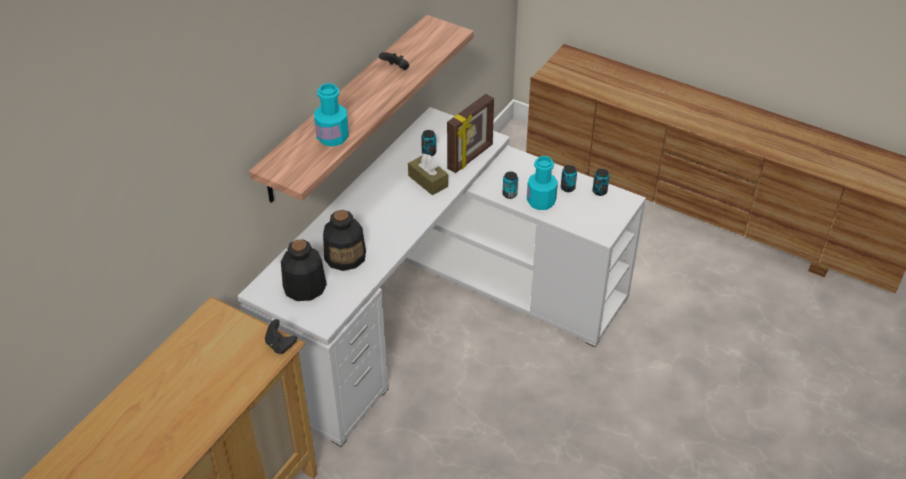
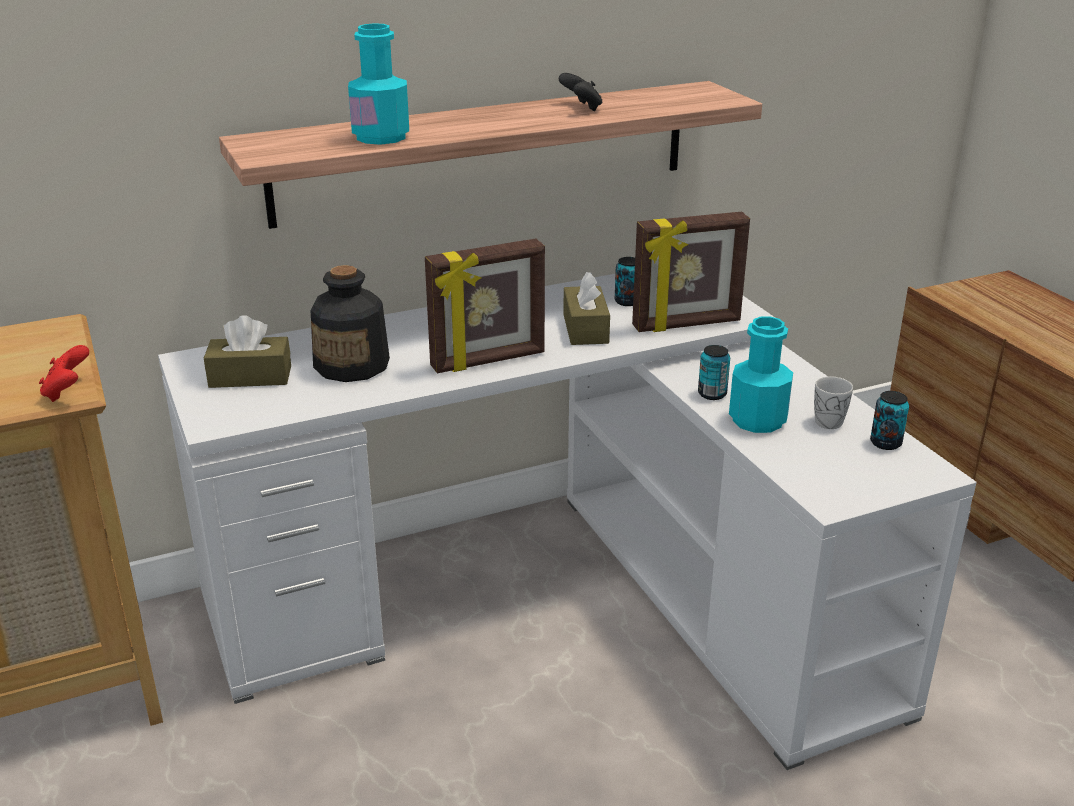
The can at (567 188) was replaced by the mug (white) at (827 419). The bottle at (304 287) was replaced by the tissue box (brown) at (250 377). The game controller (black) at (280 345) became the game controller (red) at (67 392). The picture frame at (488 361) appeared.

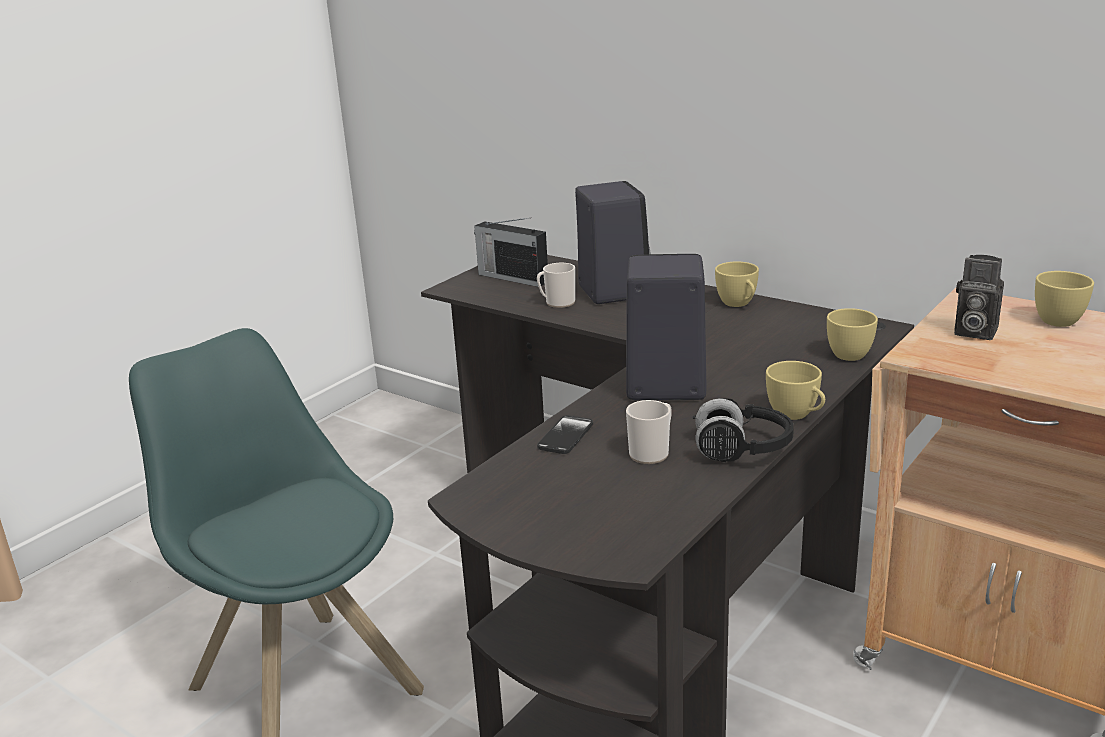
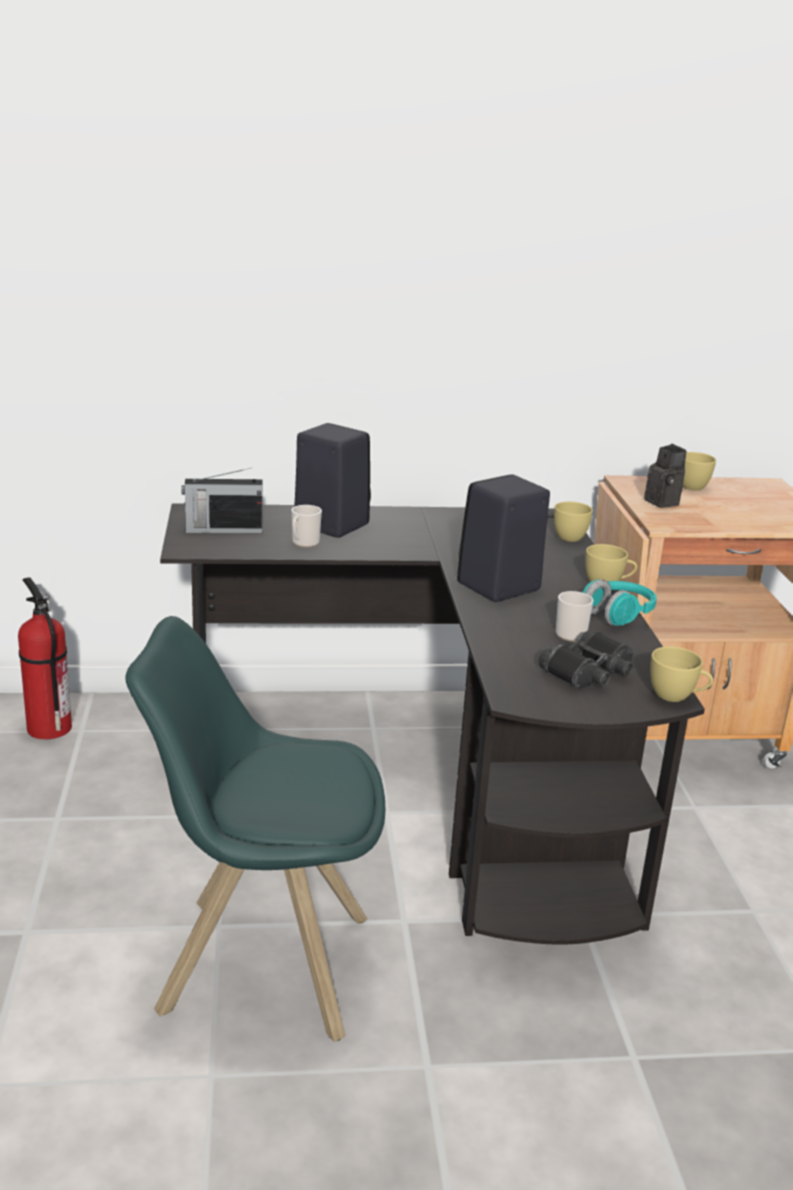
The photo camera at (972 332) turned 105 degrees counterclockwise. The cup (yellow) moved from (738 304) to (677 697). The headphones (black) at (742 450) became the headphones (turquoise) at (617 615). The phone at (565 436) disappeared. The fire extinguisher at (48 727) appeared. The binoculars (black) at (589 672) appeared.

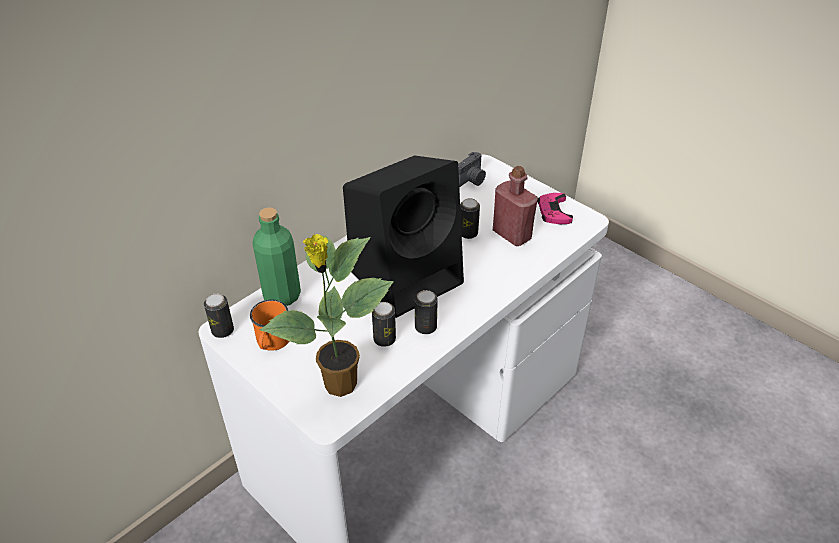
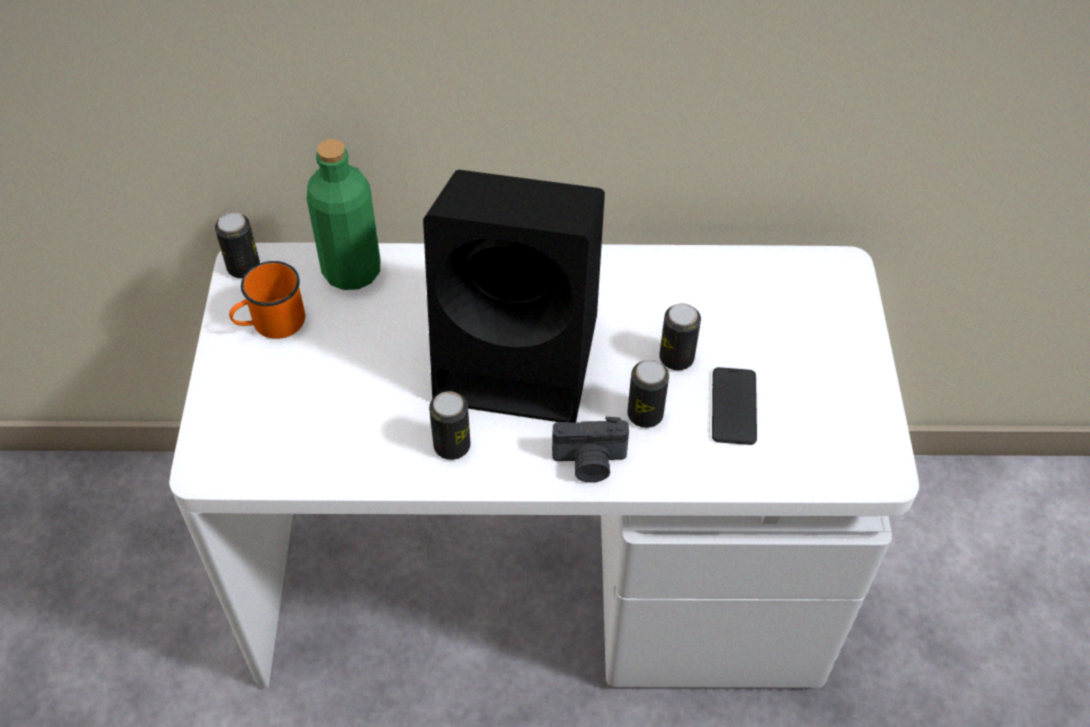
The photo camera moved from (471 180) to (589 463). The bottle (red) at (511 235) was replaced by the phone at (733 406). The game controller (pink) at (553 212) disappeared. The potted plant at (339 385) disappeared. The can moved from (384 339) to (645 414).

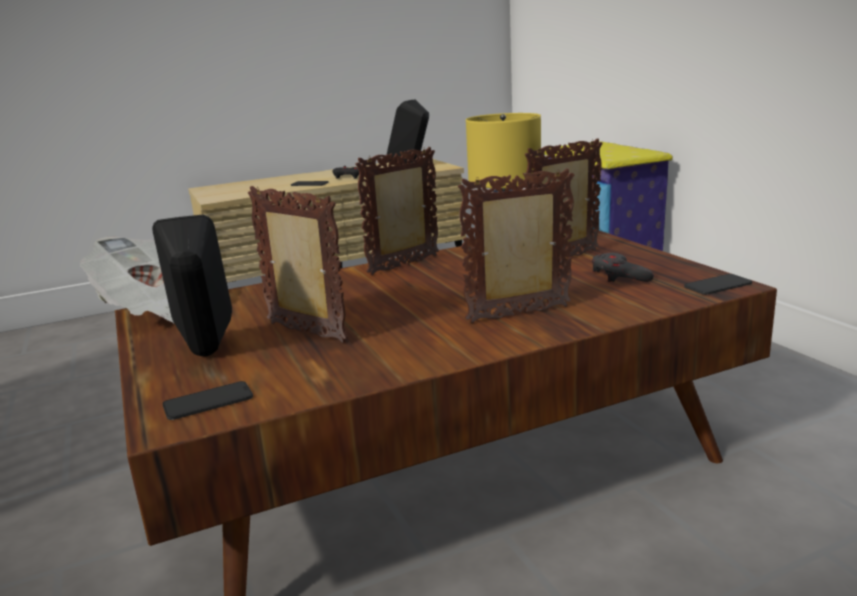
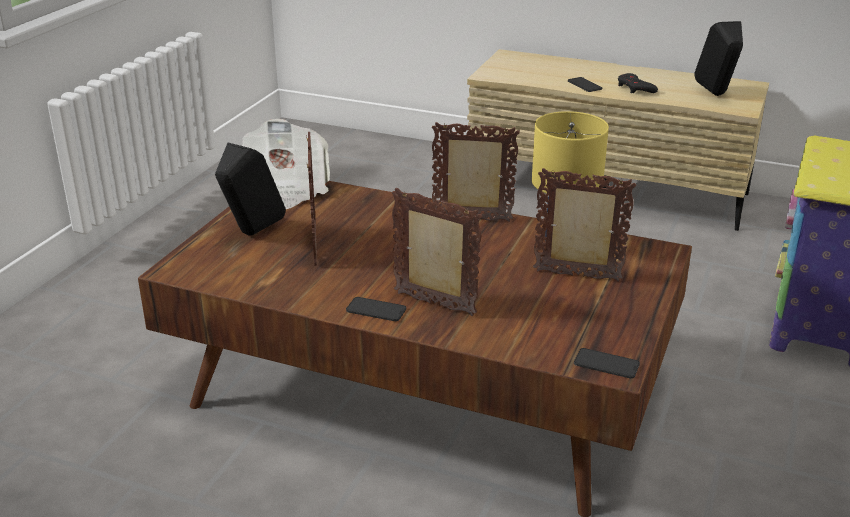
The game controller (grey) at (619 275) disappeared. The phone moved from (208 401) to (376 310).

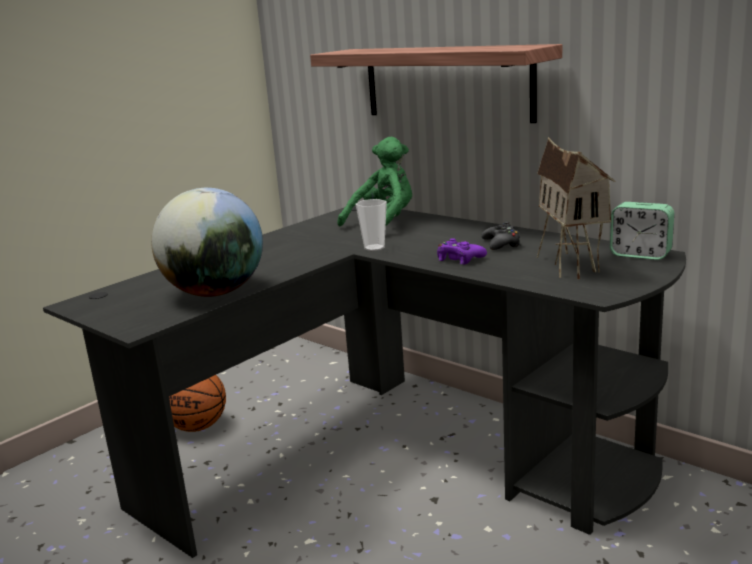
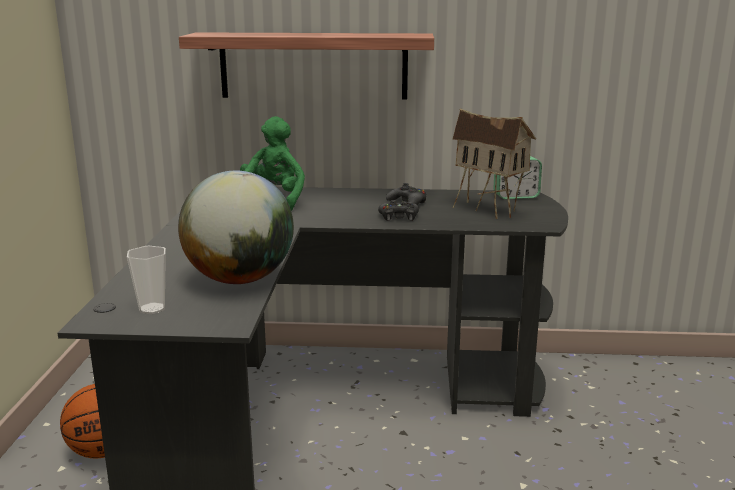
The cup moved from (374 248) to (152 309). The game controller (purple) at (459 259) became the game controller (black) at (398 217).

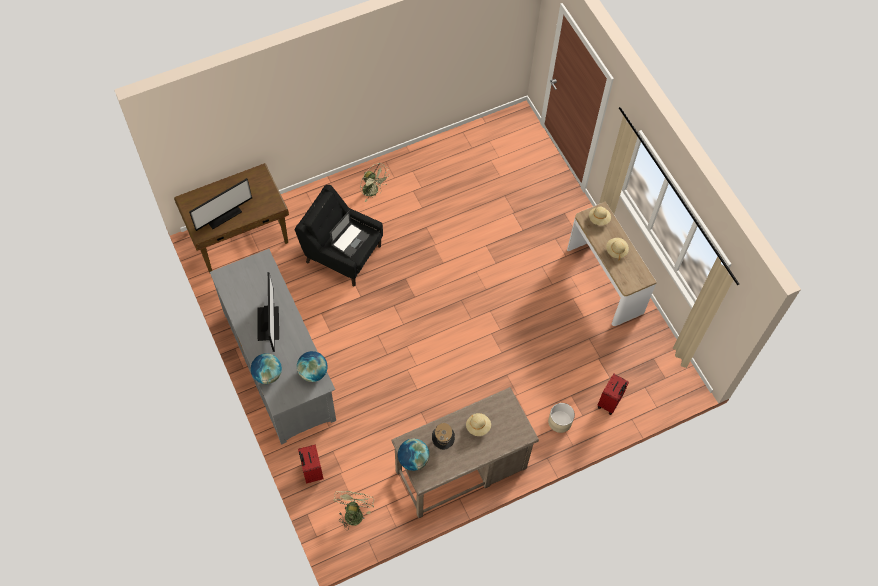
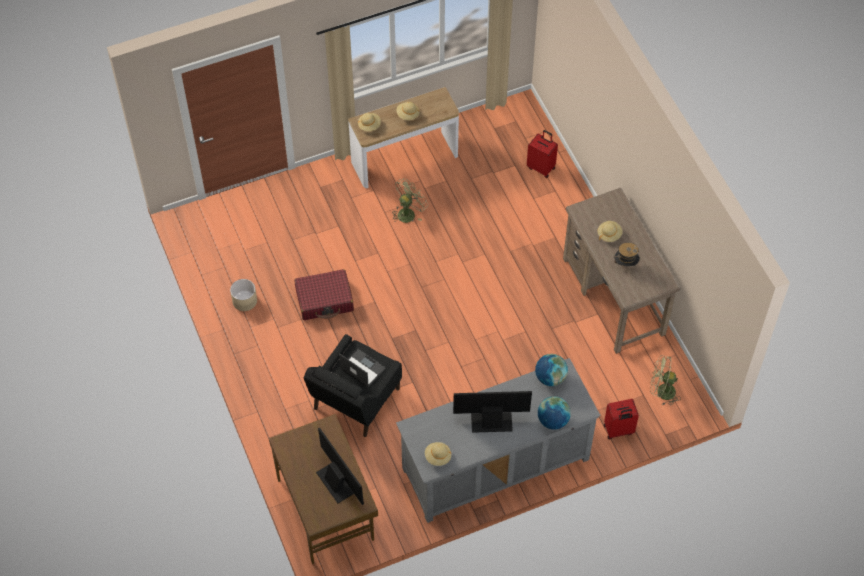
The fan (green) moved from (373 191) to (408 212). The planter (beige) moved from (560 421) to (244 300). The globe at (413 459) disappeared. The suitcase (red) at (324 300) appeared. The hat (beige) at (437 457) appeared.

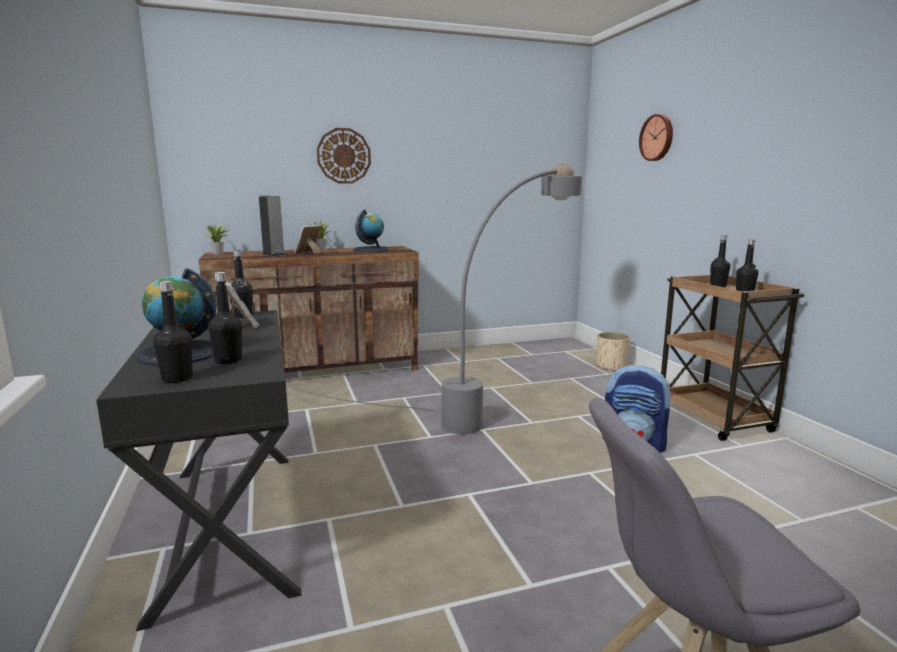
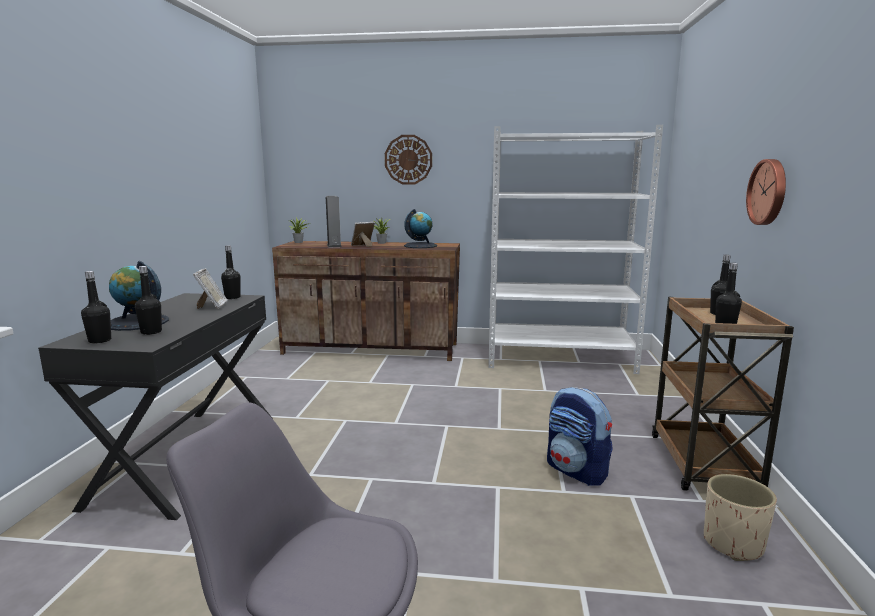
The wall clock moved from (657 138) to (769 192). The floor lamp (grey) at (477 406) disappeared. The planter (beige) moved from (611 366) to (733 544). The bookcase (white) at (559 358) appeared.

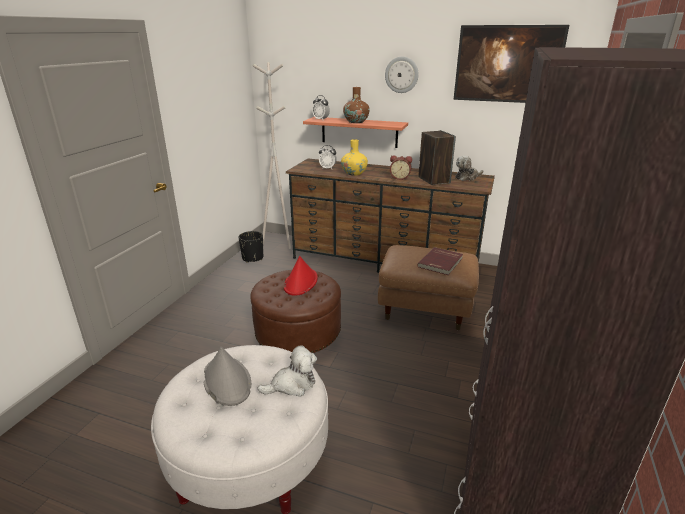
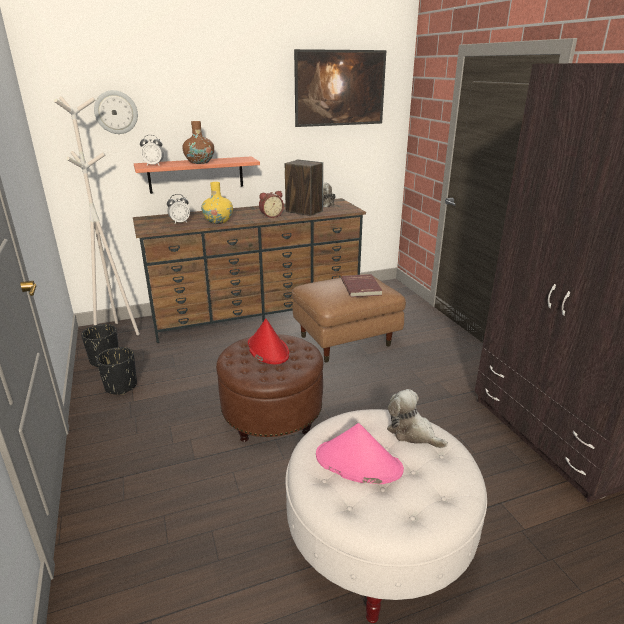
The wall clock moved from (401 75) to (116 112). The plush toy at (292 384) turned 75 degrees counterclockwise. The hat (grey) at (226 381) became the hat (pink) at (358 463). The planter (black) at (121 386) appeared.

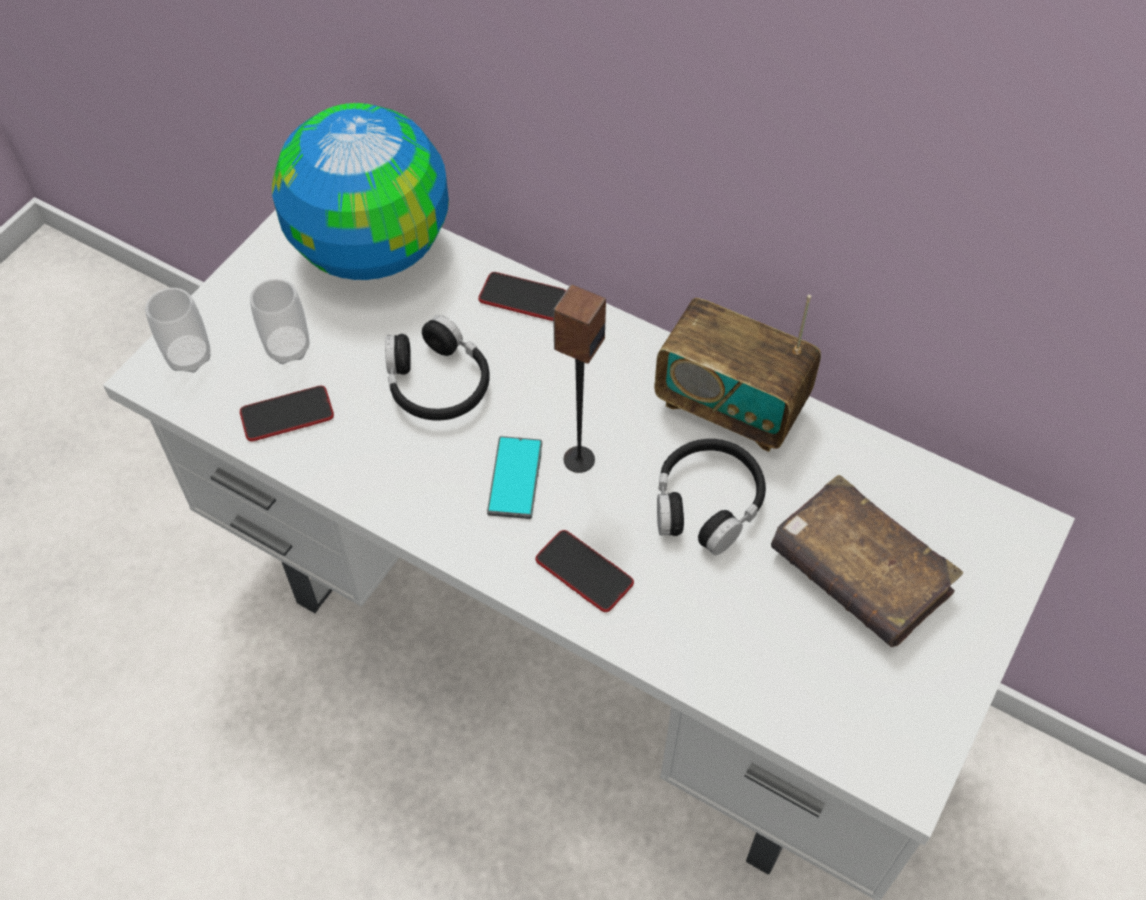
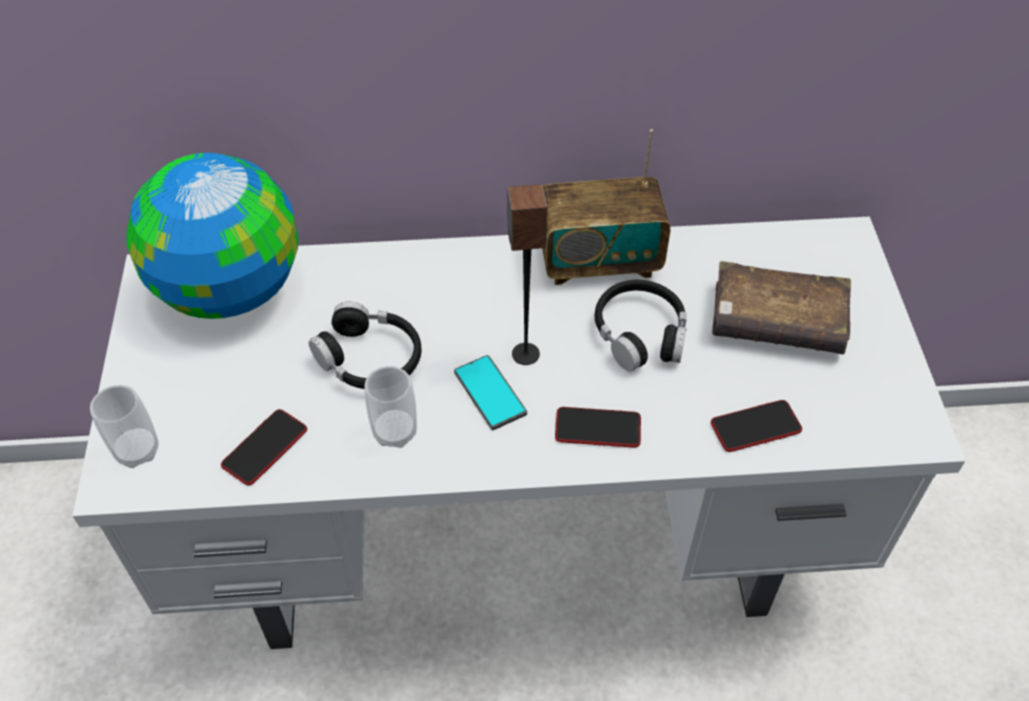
The phone moved from (523 297) to (755 427). The cup moved from (288 348) to (395 432).

